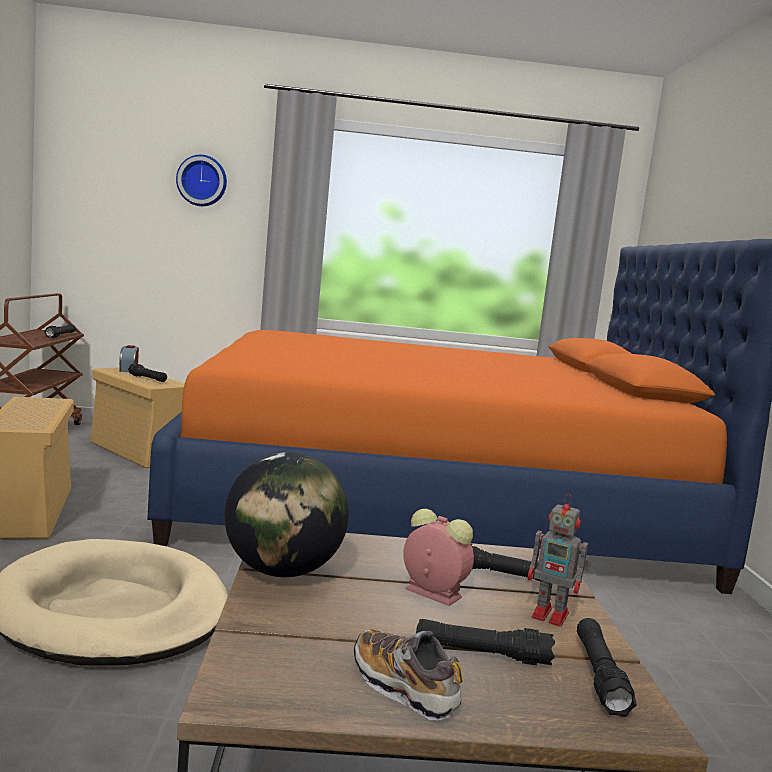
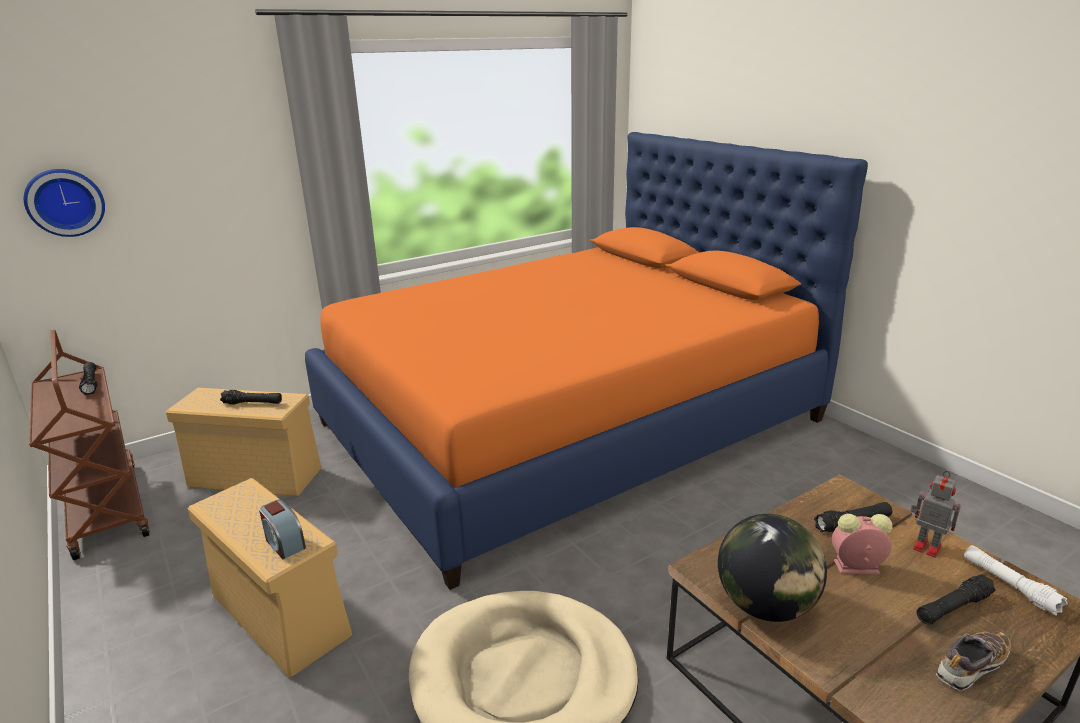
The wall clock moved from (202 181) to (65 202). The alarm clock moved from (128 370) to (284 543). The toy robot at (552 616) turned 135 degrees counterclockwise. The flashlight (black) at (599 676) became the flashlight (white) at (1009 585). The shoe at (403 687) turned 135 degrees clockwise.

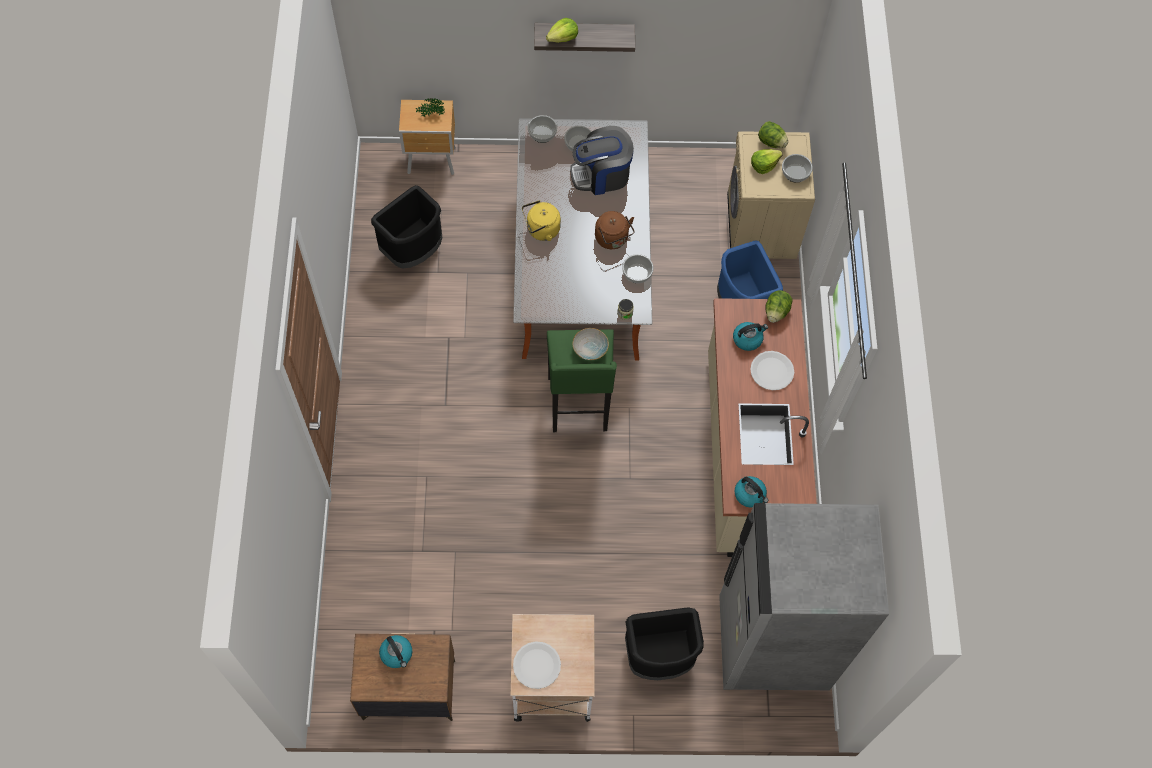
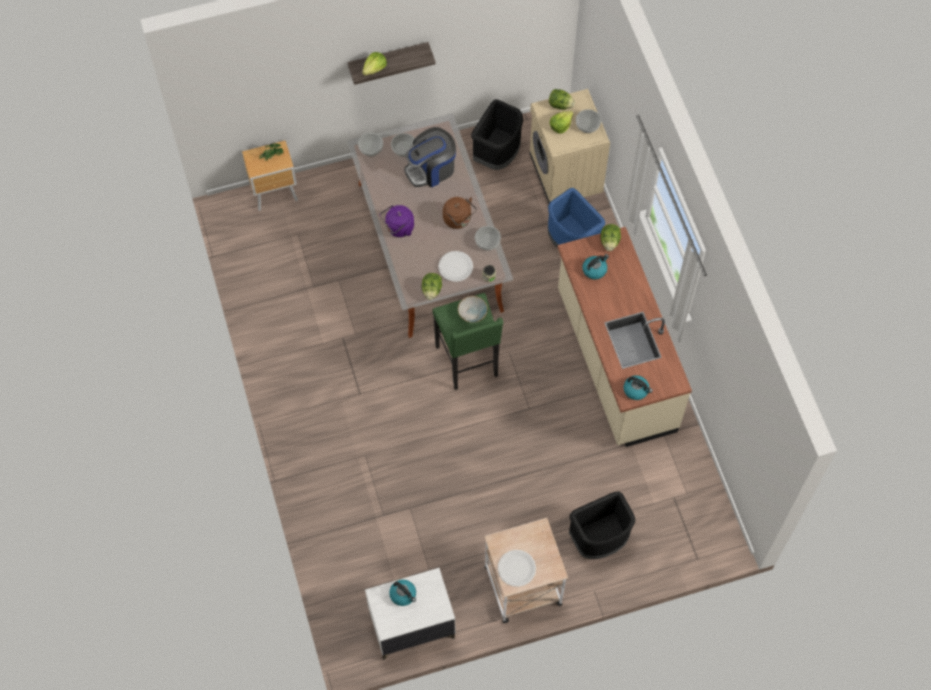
The trash can (black) moved from (413 251) to (497 155). The kettle (yellow) at (541 230) became the kettle (purple) at (398 228). The plate (white) moved from (772 371) to (455 267). The fridge (grey) at (773 643) disappeared. The nightstand (brown) at (408 690) became the nightstand (white) at (411 626). The lettuce at (431 290) appeared.

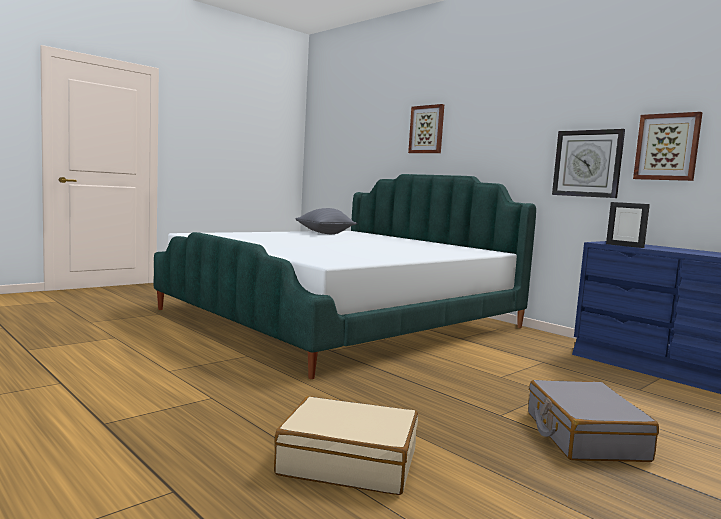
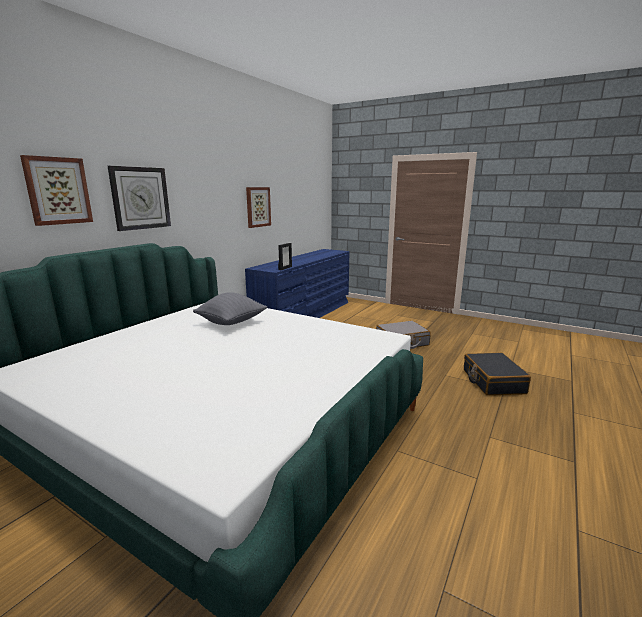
The wall clock moved from (587 163) to (140 198). The pillow (grey) moved from (325 234) to (231 323). The suitcase (beige) at (348 462) became the suitcase (black) at (492 381).

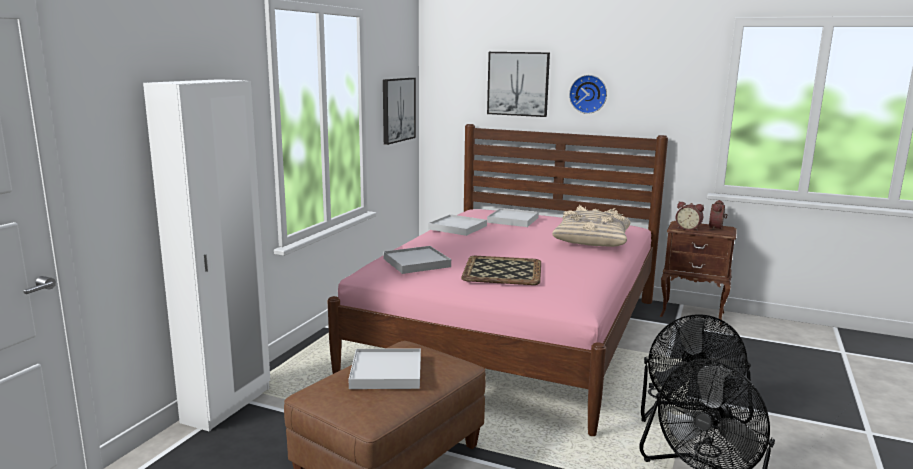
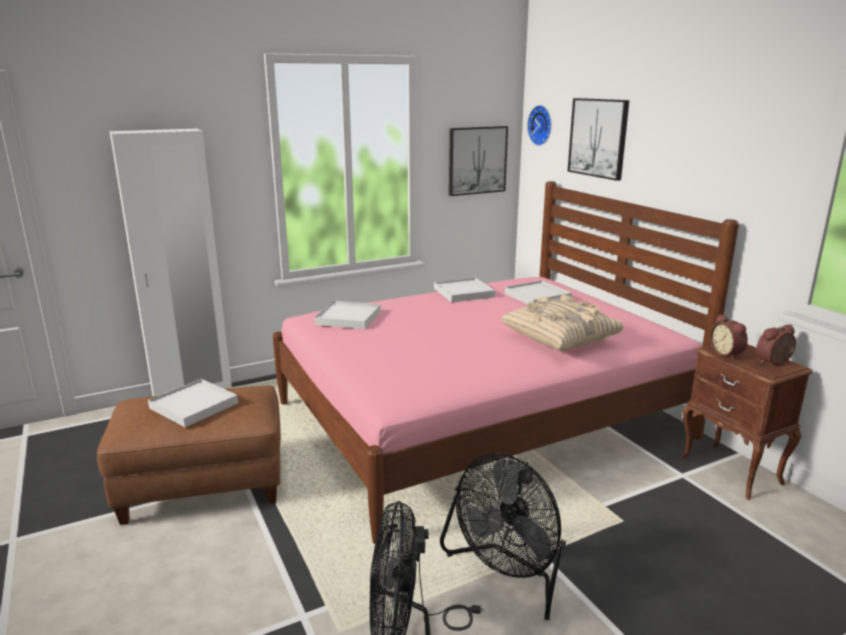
The wall clock moved from (588 94) to (541 125). The tray at (502 270) disappeared.

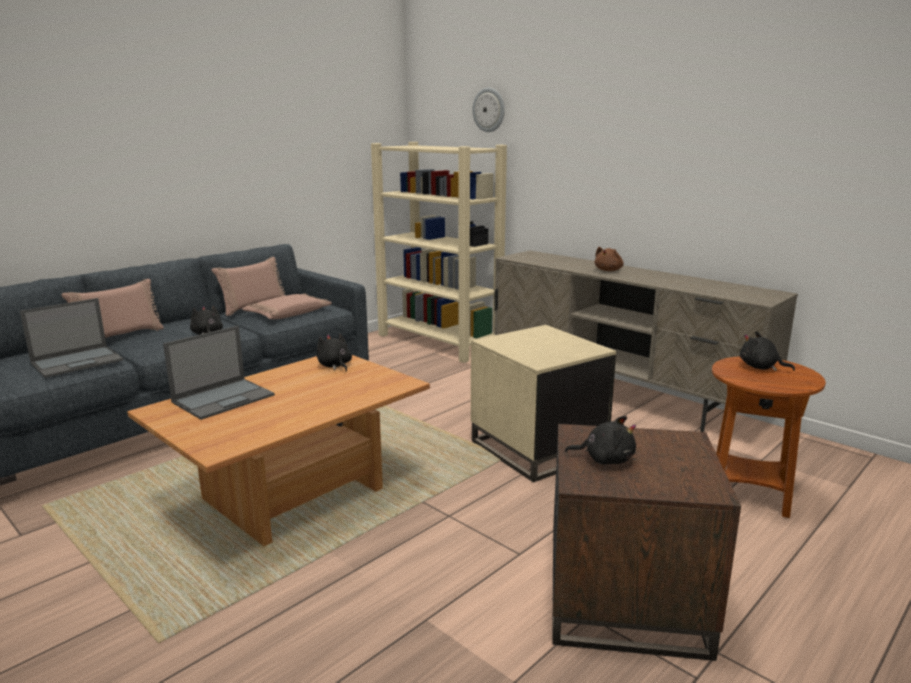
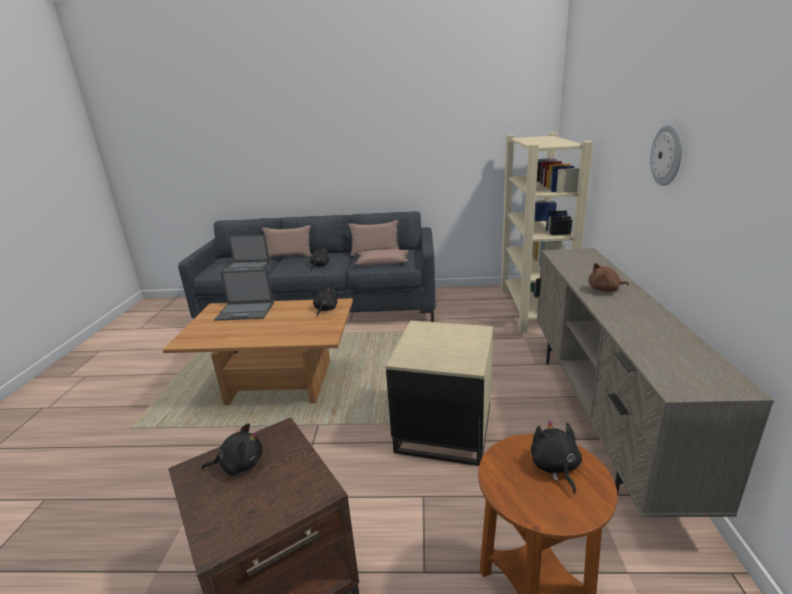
The wall clock moved from (489 110) to (667 155). The plush toy (black) at (605 459) turned 75 degrees counterclockwise.

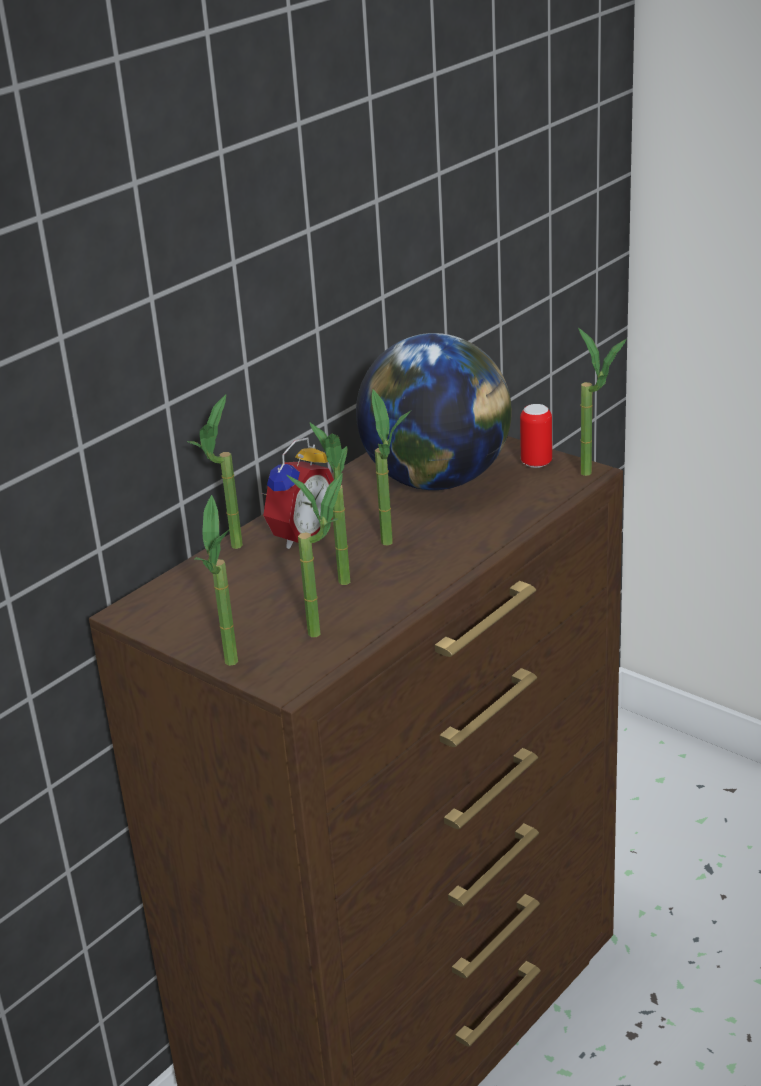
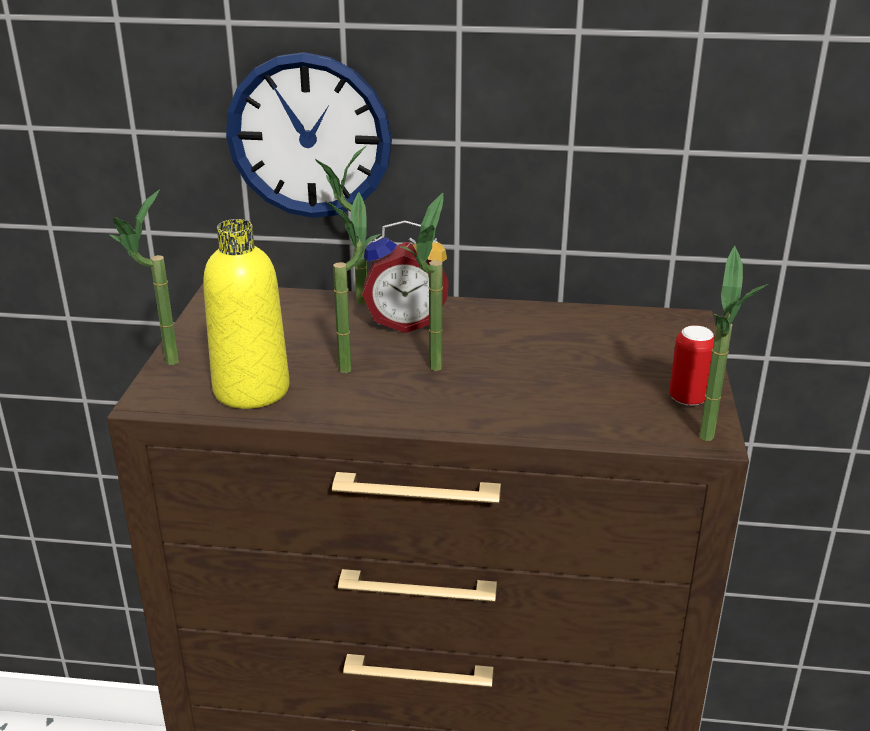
The globe at (437 481) disappeared. The potted plant at (328 631) was replaced by the bottle (yellow) at (251 390). The wall clock at (309 137) appeared.

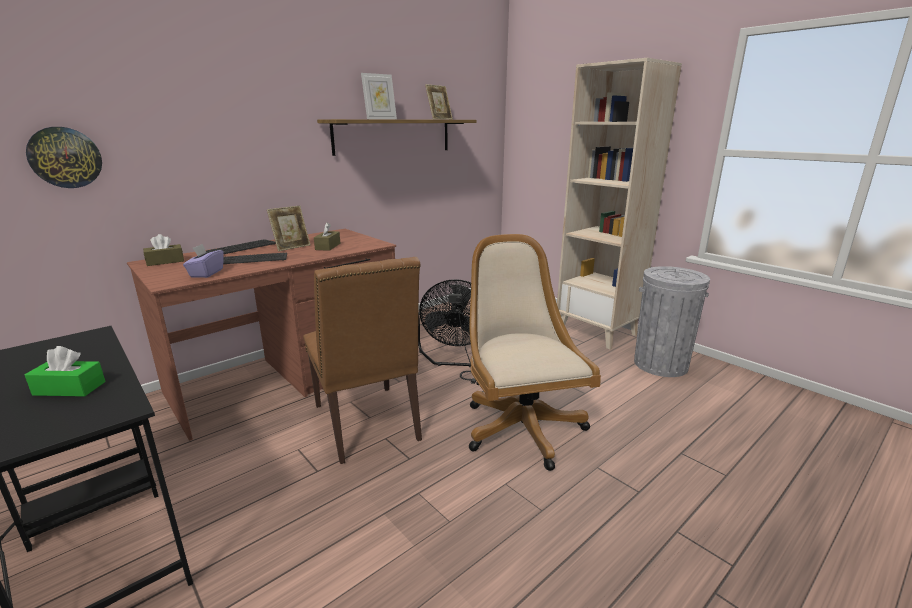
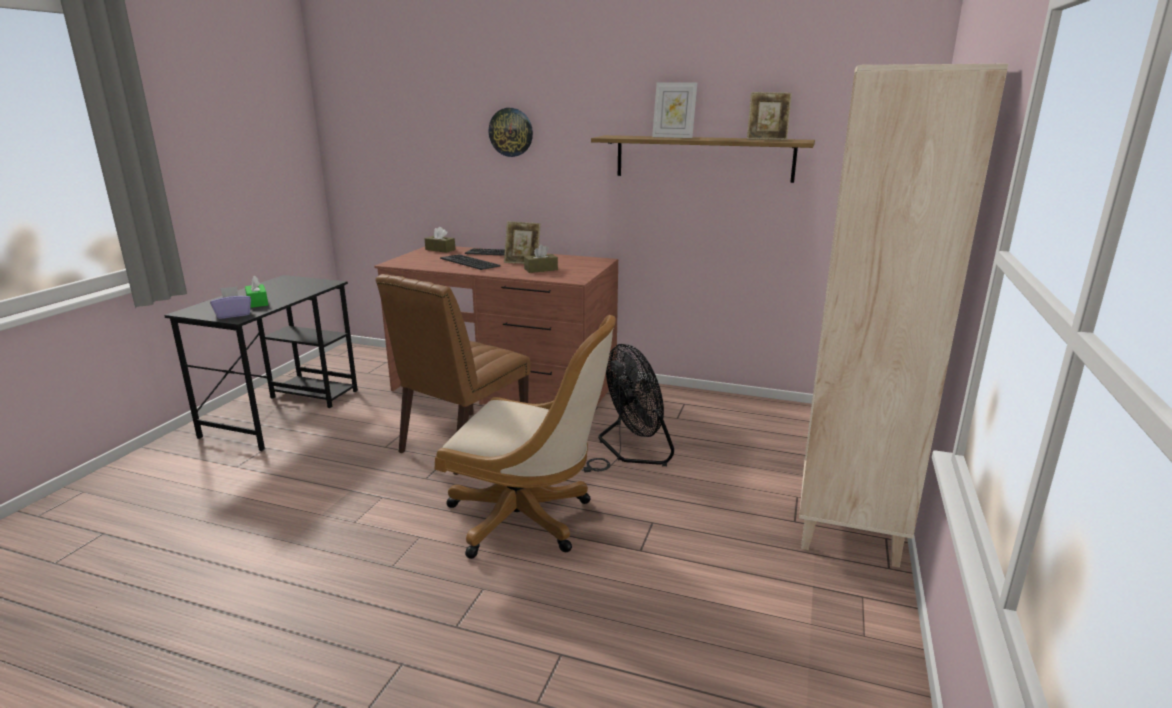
The wall clock moved from (65 157) to (511 132). The office chair at (519 423) turned 60 degrees clockwise. The tissue box (purple) moved from (206 273) to (233 314). The trash can (grey) at (660 364) disappeared.

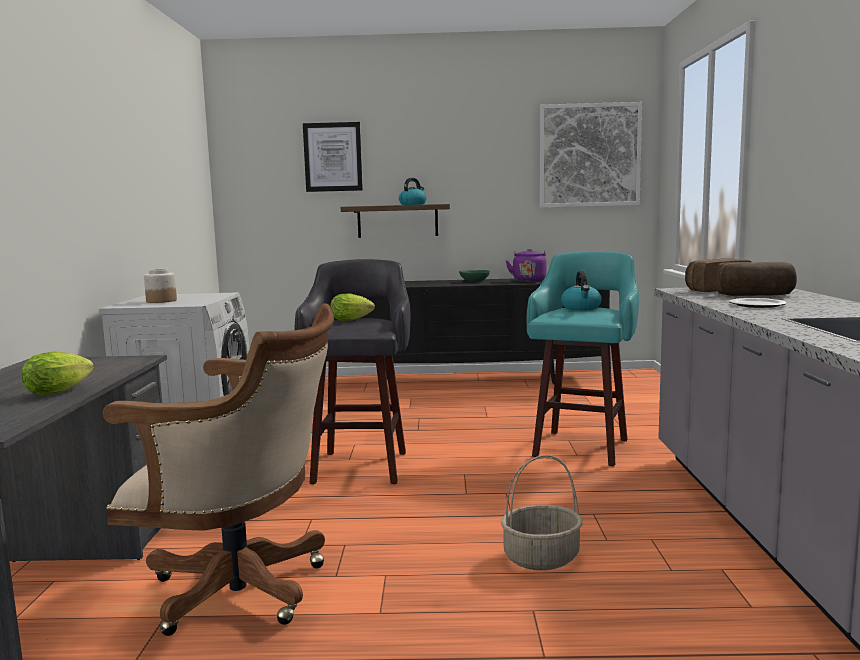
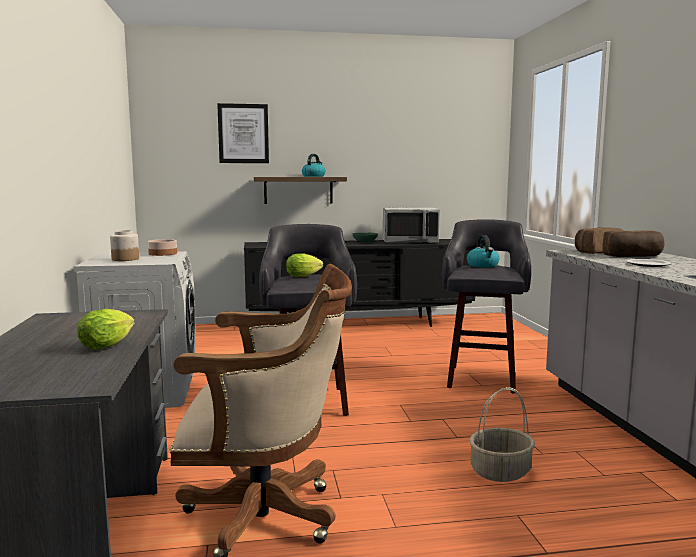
The picture at (589 155) disappeared. The kettle (purple) at (529 280) was replaced by the microwave (grey) at (410 241). The stool (turquoise) at (582 446) became the stool (grey) at (482 378). The bowl at (163 253) appeared.

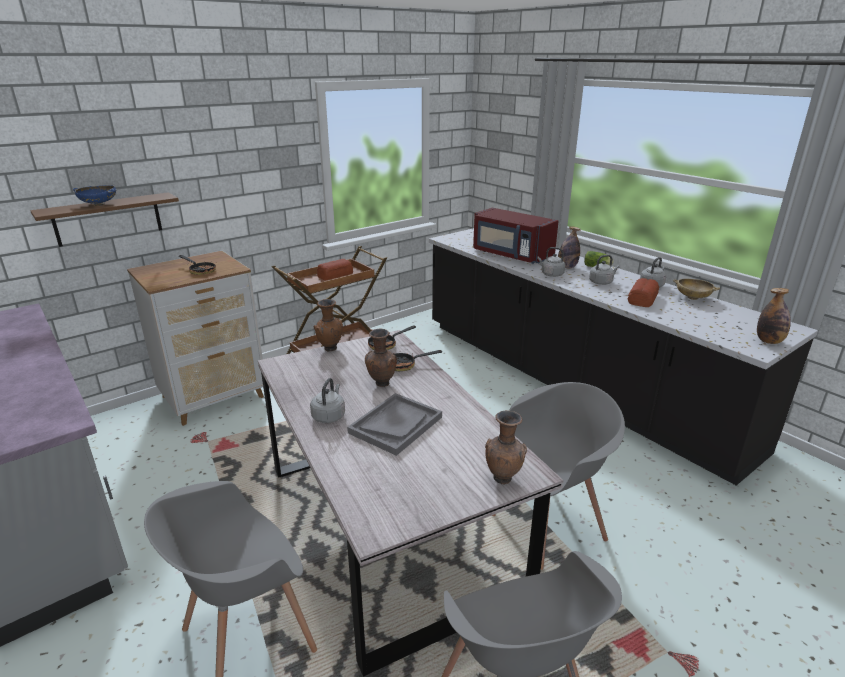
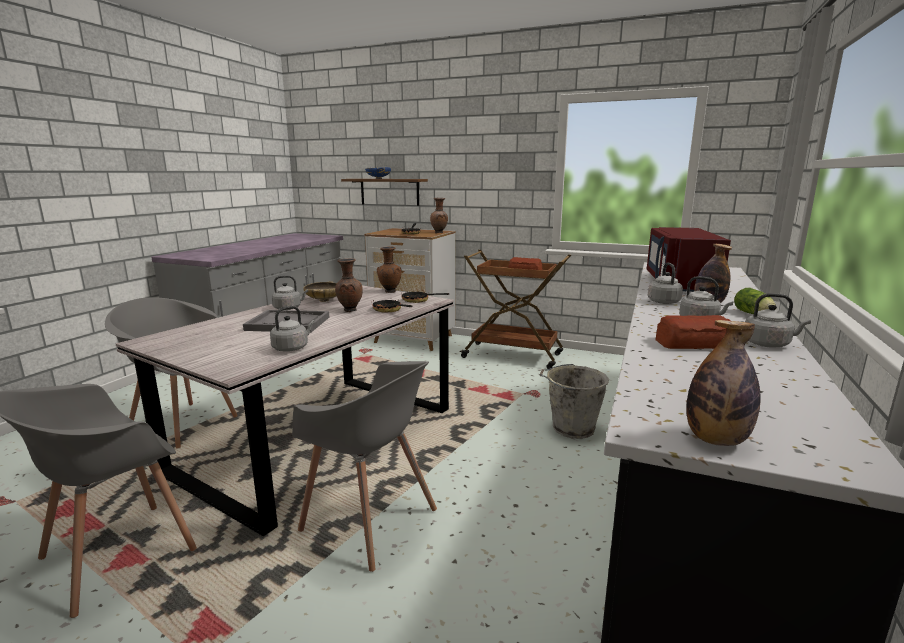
The bowl (beige) moved from (692 298) to (324 300). The vase (brown) moved from (503 478) to (439 233). The kettle (grey) at (292 348) appeared. The bucket (grey) at (571 428) appeared.

